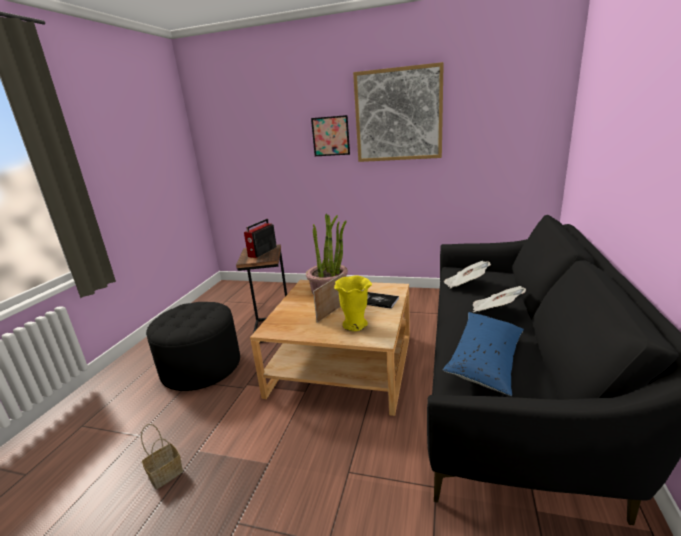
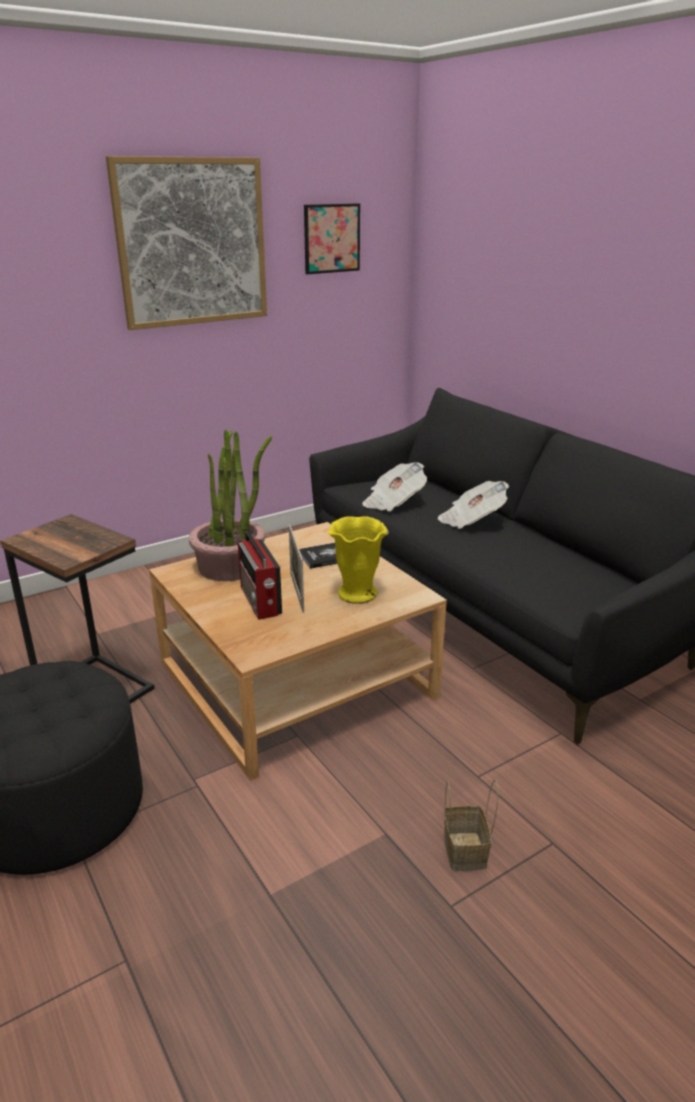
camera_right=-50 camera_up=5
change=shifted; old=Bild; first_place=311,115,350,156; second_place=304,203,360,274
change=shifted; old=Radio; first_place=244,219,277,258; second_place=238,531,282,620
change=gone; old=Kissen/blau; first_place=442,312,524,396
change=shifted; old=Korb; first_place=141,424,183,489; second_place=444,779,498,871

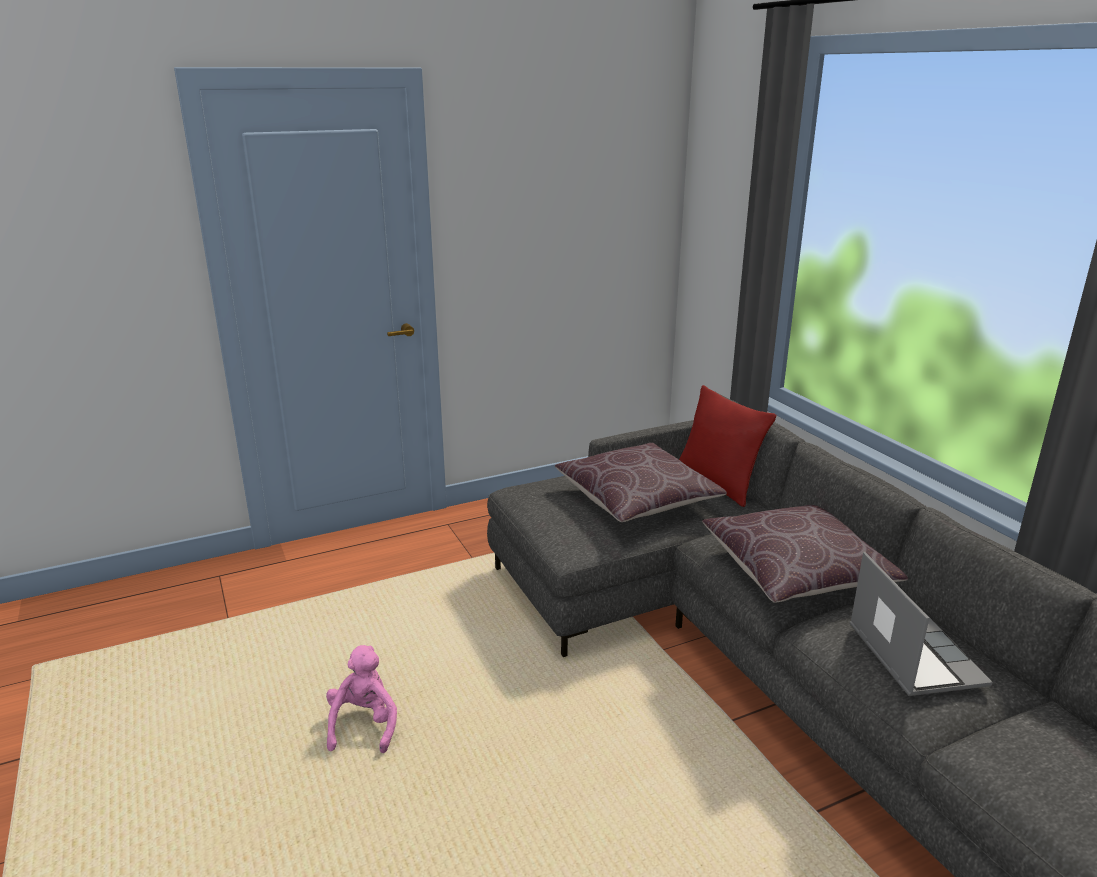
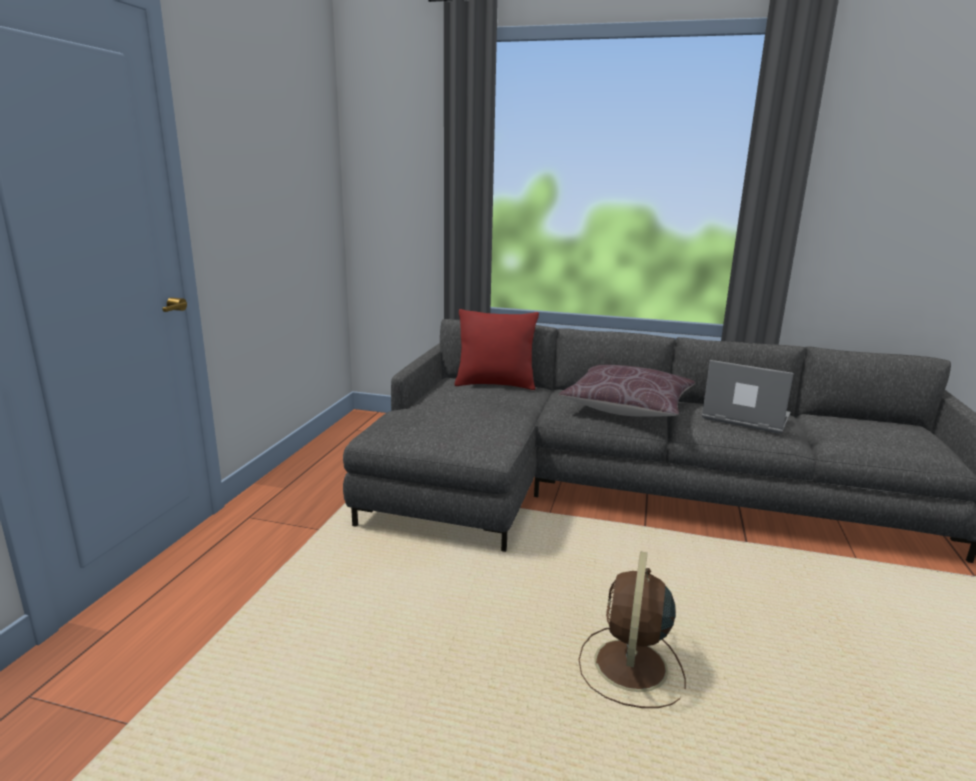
camera_right=-50 camera_up=-5
change=gone; old=Kissen/braun; first_place=555,443,727,522
change=gone; old=Plüschtier/rosa; first_place=326,645,397,753
change=new; new=Ventilator/braun; second_place=579,551,686,708

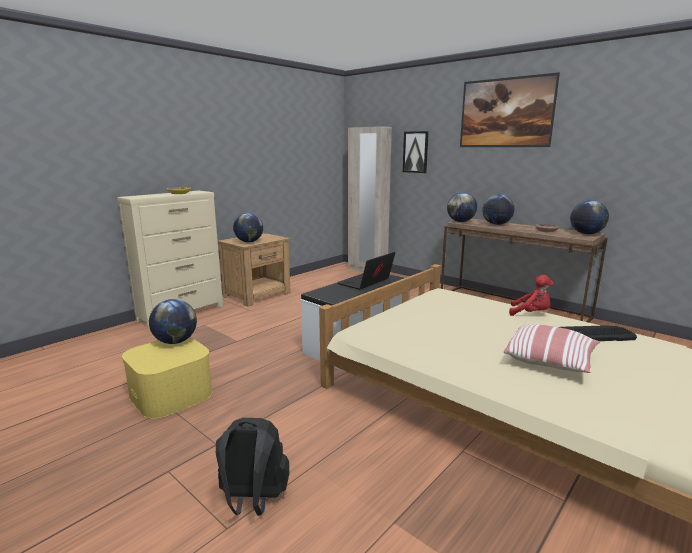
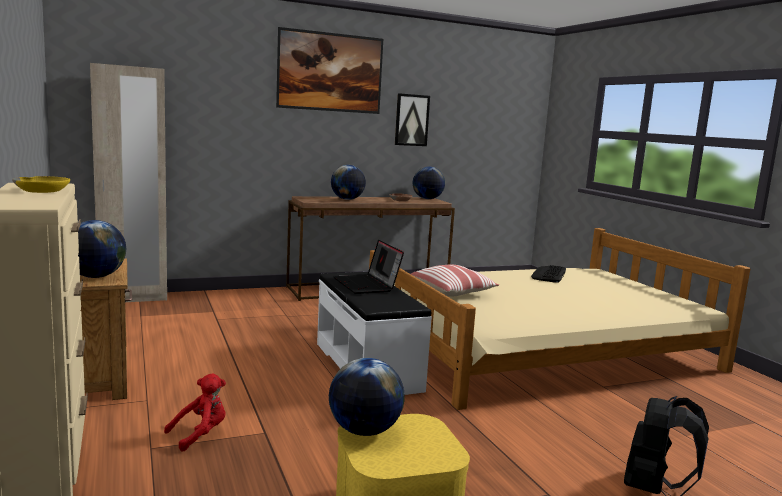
camera_right=-65 camera_up=-5
change=shifted; old=Bild; first_place=403,131,429,173; second_place=395,93,430,146
change=gone; old=Globus; first_place=447,193,477,222
change=shifted; old=Plüschtier/rot; first_place=509,275,553,316; second_place=164,373,226,452
change=shifted; old=Kissen; first_place=504,324,600,373; second_place=411,264,499,296

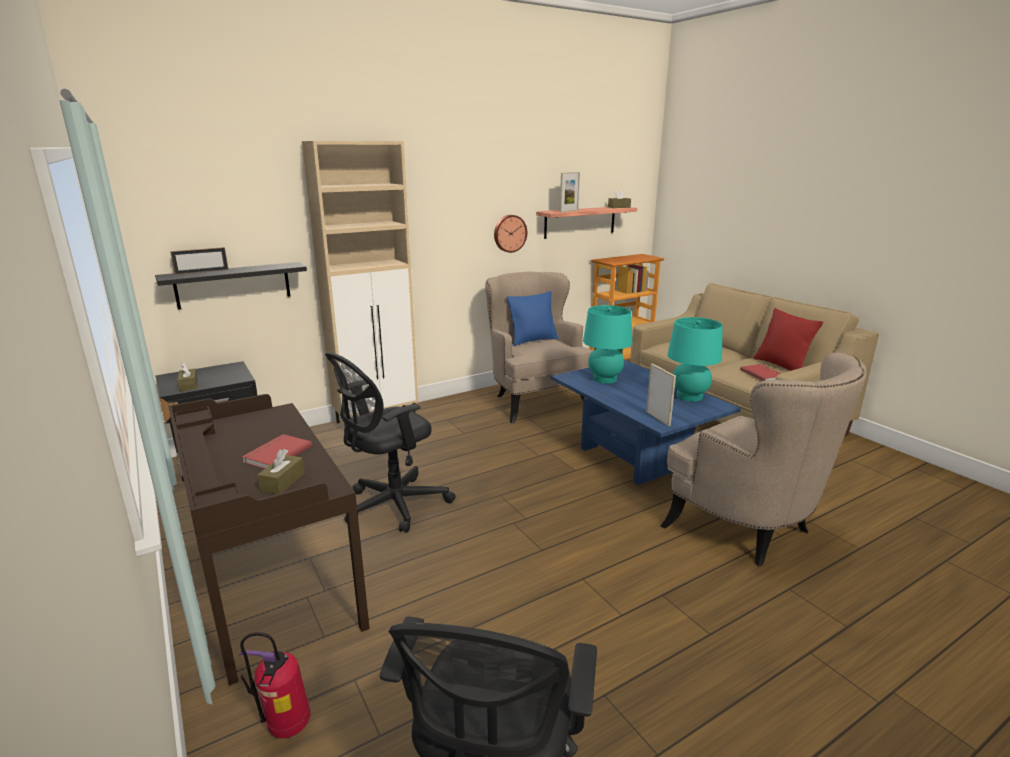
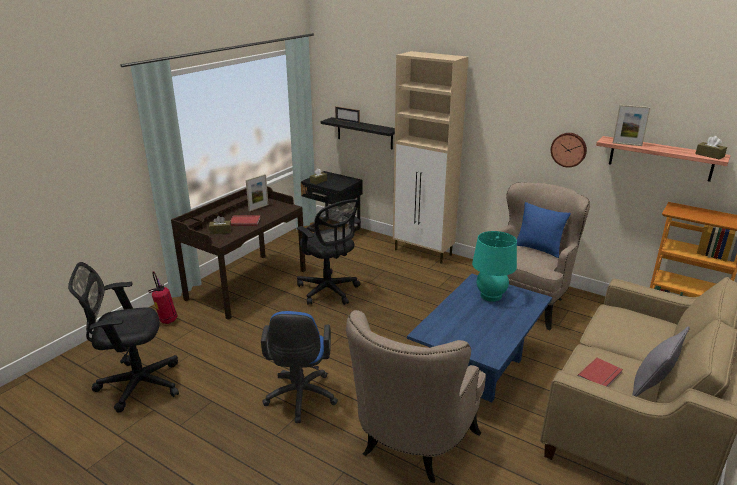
camera_right=65 camera_up=5
change=repainted; old=Kissen/rot; new=Kissen/grau; first_place=754,308,823,371; second_place=632,326,690,397
change=gone; old=Tischlampe/türkis; first_place=667,317,723,402
change=rotated; old=Bürostuhl/schwarz; first_place=325,352,456,533; second_place=297,199,361,305; degrees=-150
change=shifted; old=Bilderrahmen; first_place=646,364,676,427; second_place=246,174,268,212
change=new; new=Bürostuhl/blau; second_place=261,311,338,423

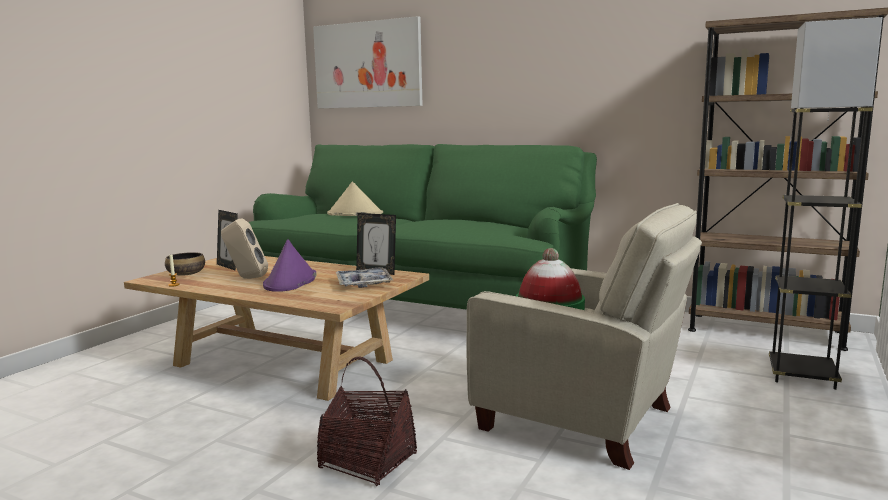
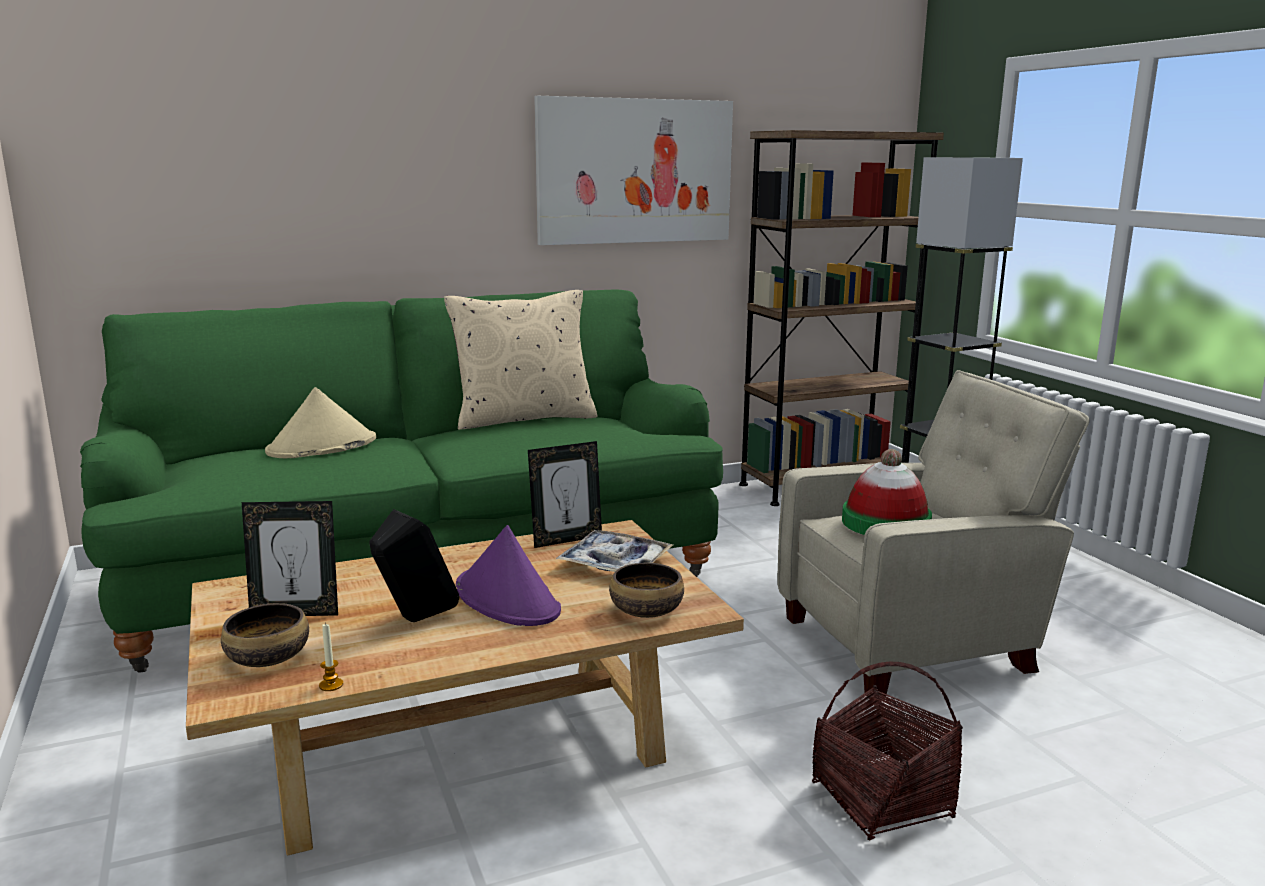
camera_right=-50 camera_up=5
change=shifted; old=Bild; first_place=313,16,423,108; second_place=534,96,733,245
change=repainted; old=Lautsprecher/beige; new=Lautsprecher/schwarz; first_place=221,218,268,279; second_place=369,509,459,622
change=new; new=Kissen/beige; second_place=444,290,597,430
change=new; new=Schüssel; second_place=609,563,684,618

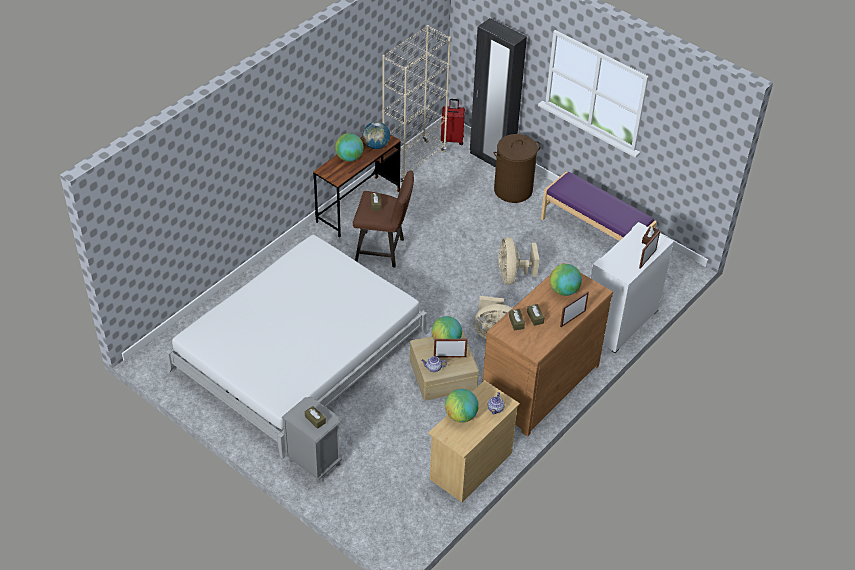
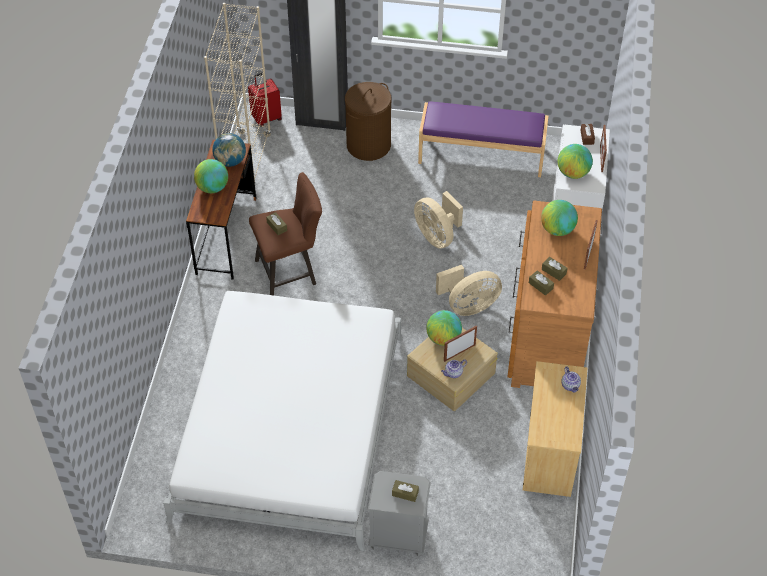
camera_right=-30 camera_up=5
change=shifted; old=Globus; first_place=445,389,479,423; second_place=557,144,593,179

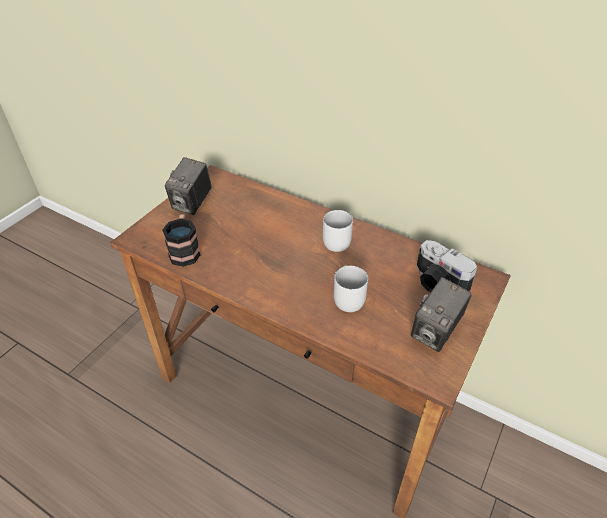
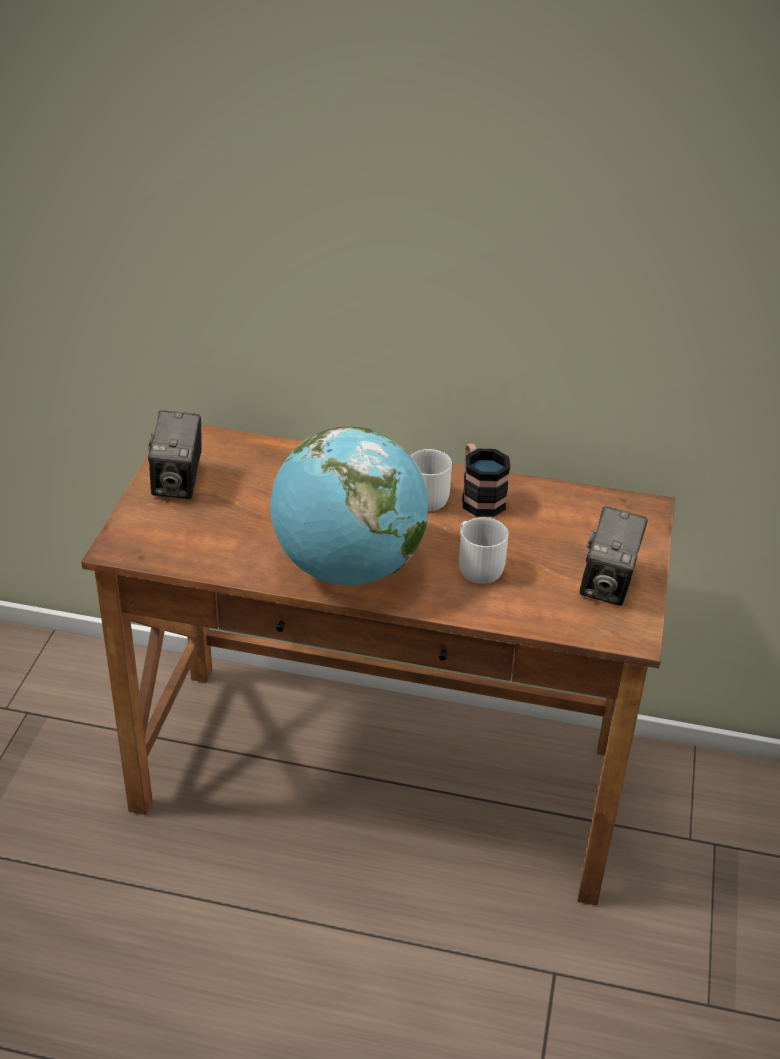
camera_right=-20 camera_up=-5
change=shifted; old=Henkelbecher; first_place=162,214,200,267; second_place=462,443,510,517
change=gone; old=Kamera; first_place=417,240,477,292
change=new; new=Globus; second_place=270,426,428,586

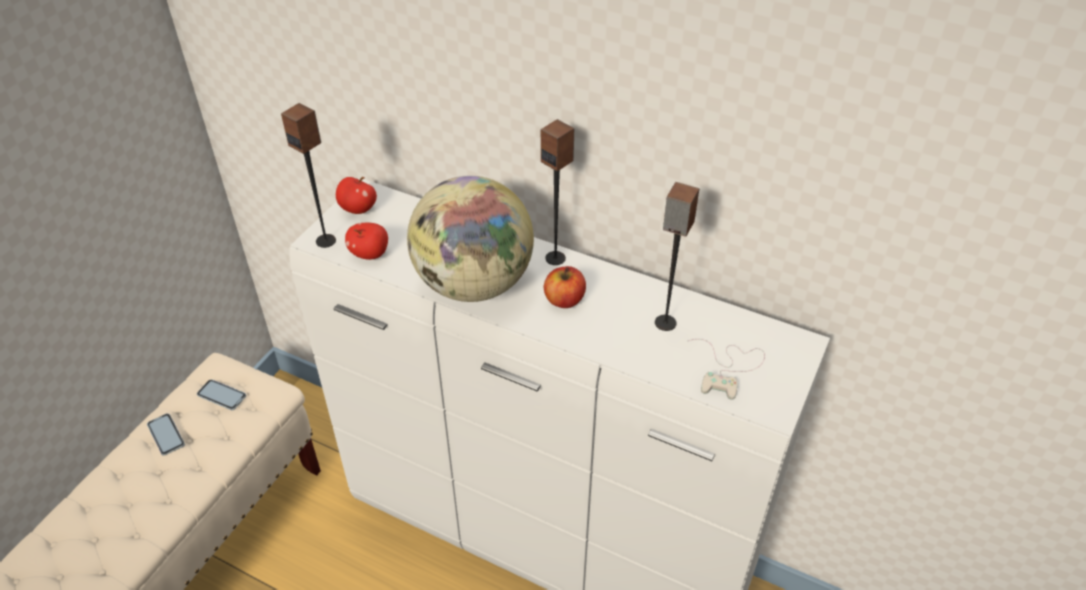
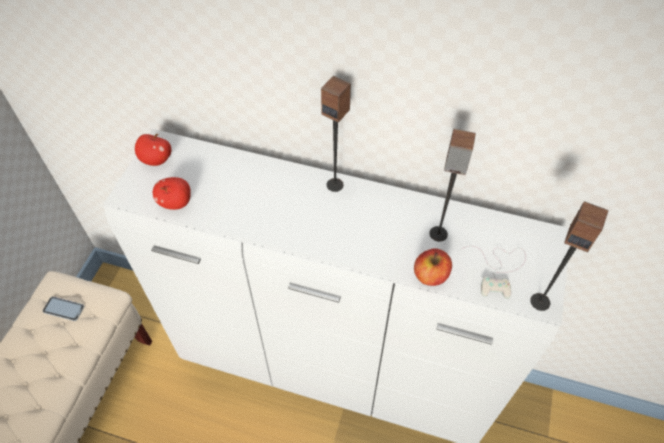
camera_right=-10 camera_up=10
change=shifted; old=Lautsprecher; first_place=281,103,336,248; second_place=530,201,608,311
change=gone; old=Globus; first_place=407,176,534,302
change=shifted; old=Apfel; first_place=544,266,586,308; second_place=414,248,452,286
change=gone; old=Handy; first_place=147,413,185,456

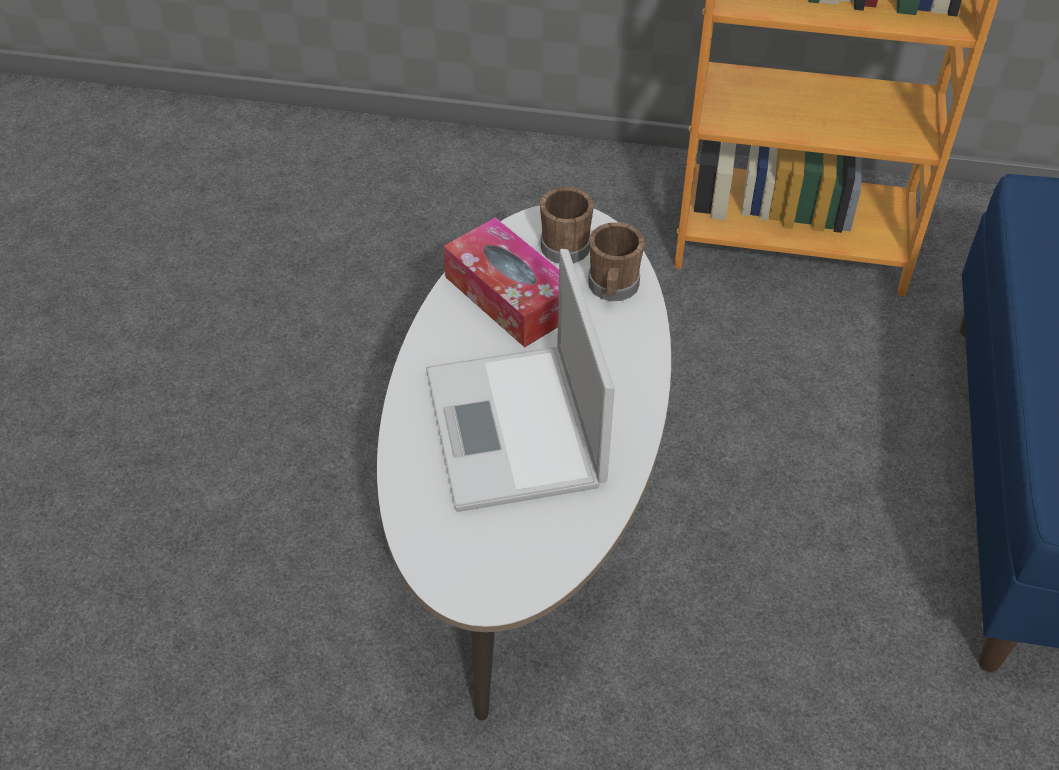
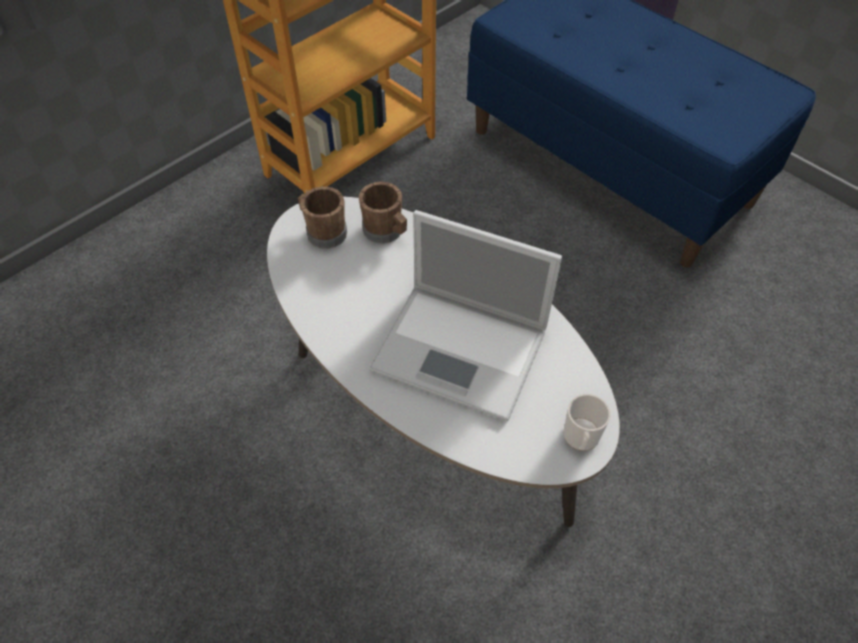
camera_right=-55 camera_up=5
change=gone; old=Taschentuchbox; first_place=443,217,559,347
change=new; new=Henkelbecher; second_place=563,394,611,451

